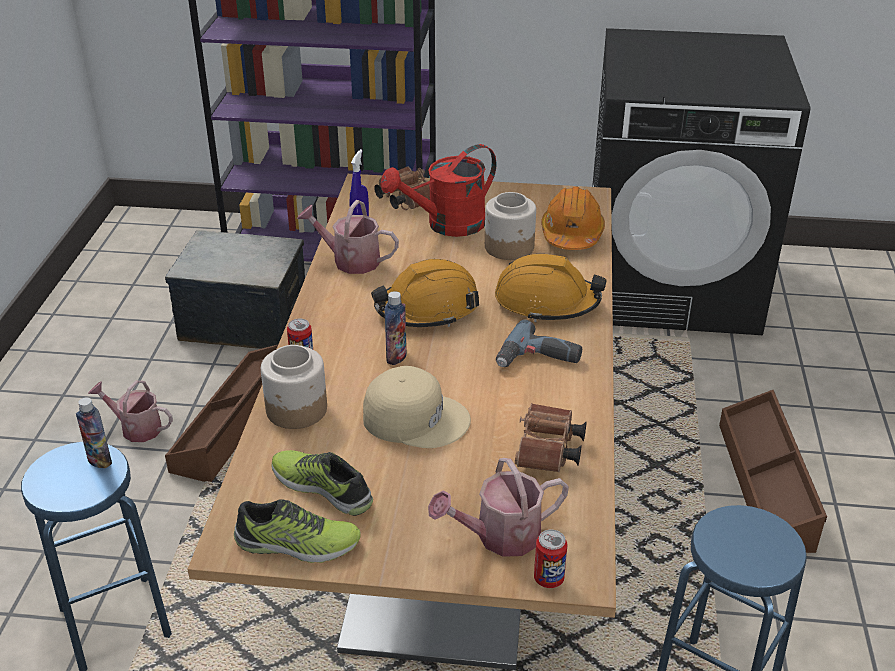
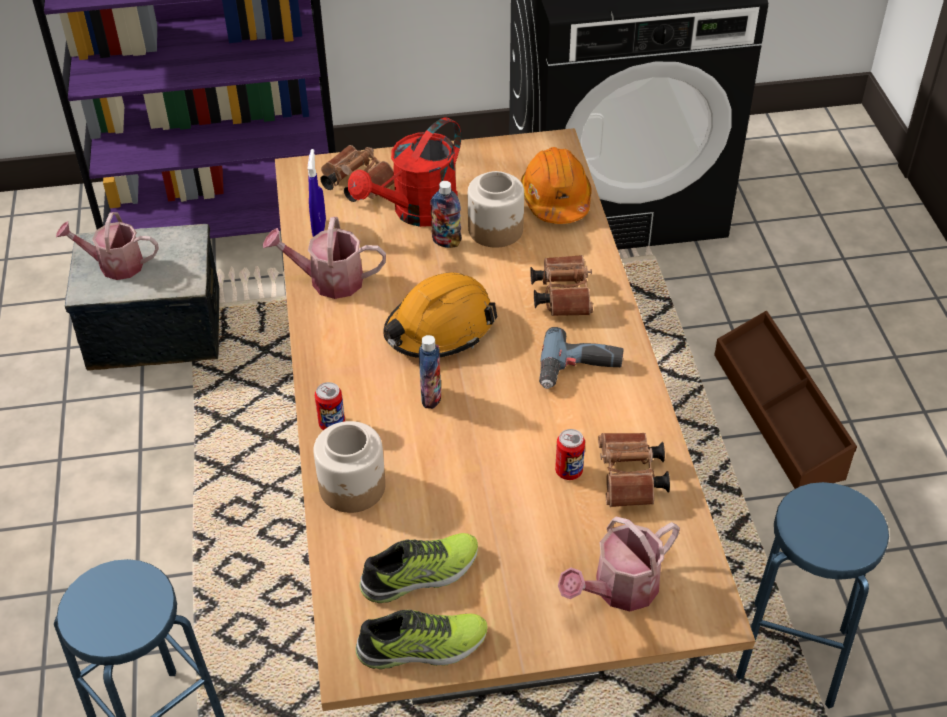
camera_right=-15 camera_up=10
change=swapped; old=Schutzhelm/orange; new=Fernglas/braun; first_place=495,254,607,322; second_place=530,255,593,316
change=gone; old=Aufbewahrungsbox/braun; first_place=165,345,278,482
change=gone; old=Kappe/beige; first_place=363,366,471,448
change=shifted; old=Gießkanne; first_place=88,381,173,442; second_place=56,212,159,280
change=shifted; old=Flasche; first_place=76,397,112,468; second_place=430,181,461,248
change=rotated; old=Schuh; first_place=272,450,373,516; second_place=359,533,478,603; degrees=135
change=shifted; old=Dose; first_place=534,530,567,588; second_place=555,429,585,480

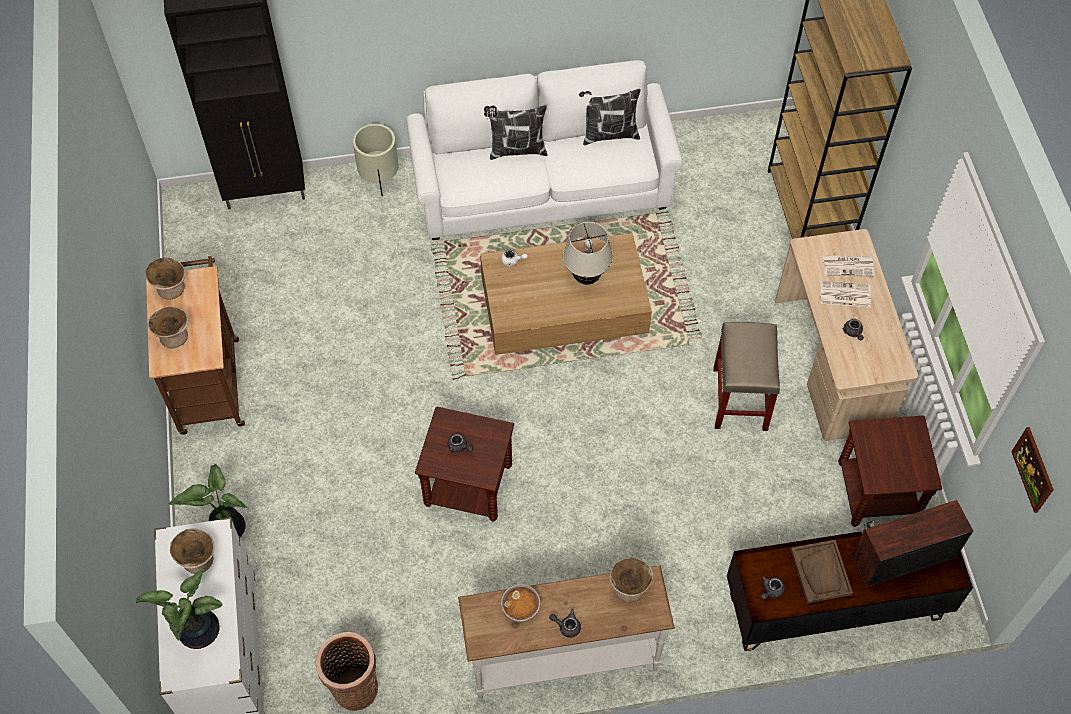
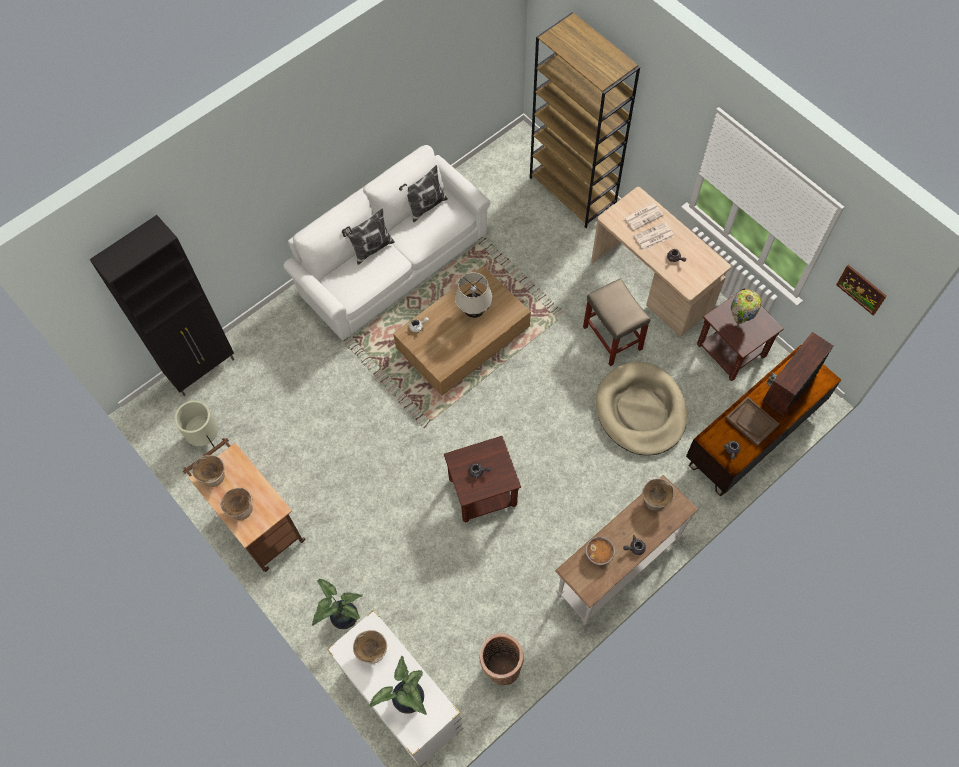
camera_right=-30 camera_up=5
change=shifted; old=Pflanzkübel/beige; first_place=353,124,399,196; second_place=174,400,218,447
change=new; new=Tischlampe; second_place=731,289,762,324
change=new; new=Hundebett/beige; second_place=596,362,687,456

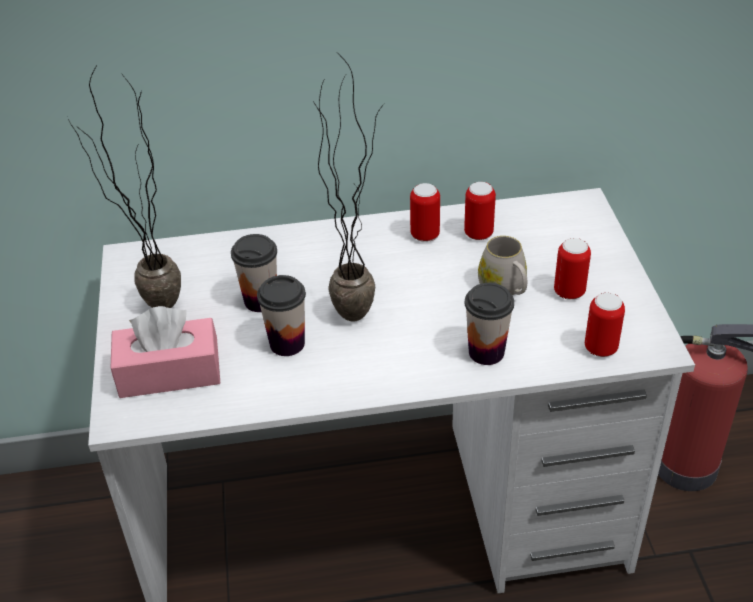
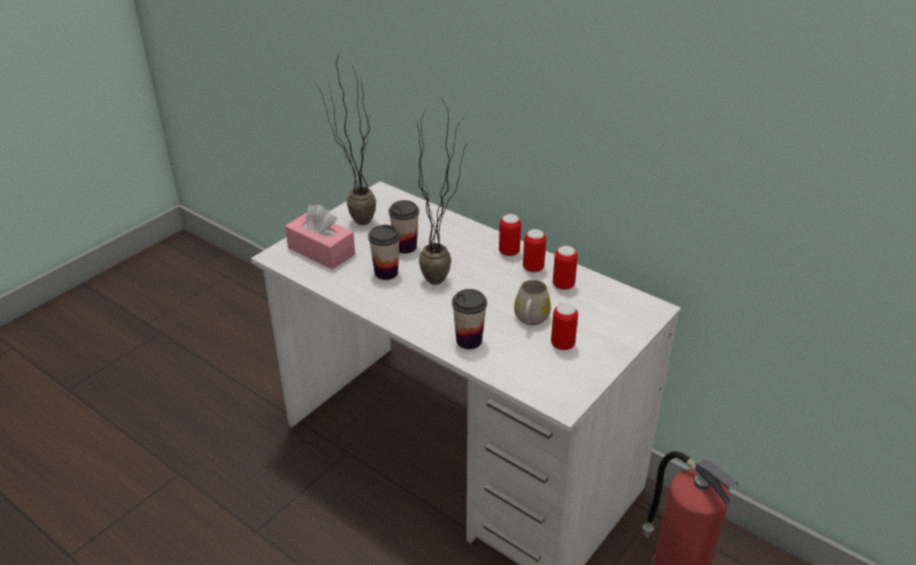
camera_right=45 camera_up=-5
change=shifted; old=Dose; first_place=585,293,625,357; second_place=499,214,521,256

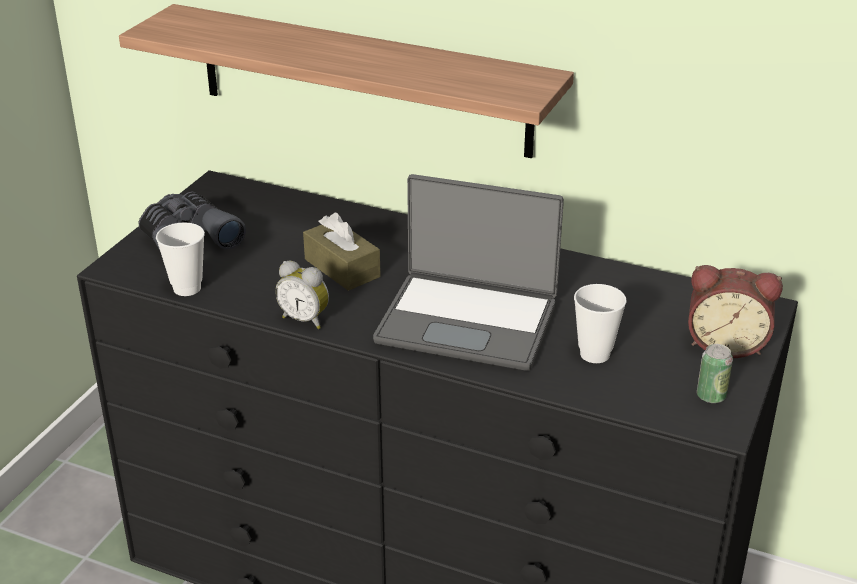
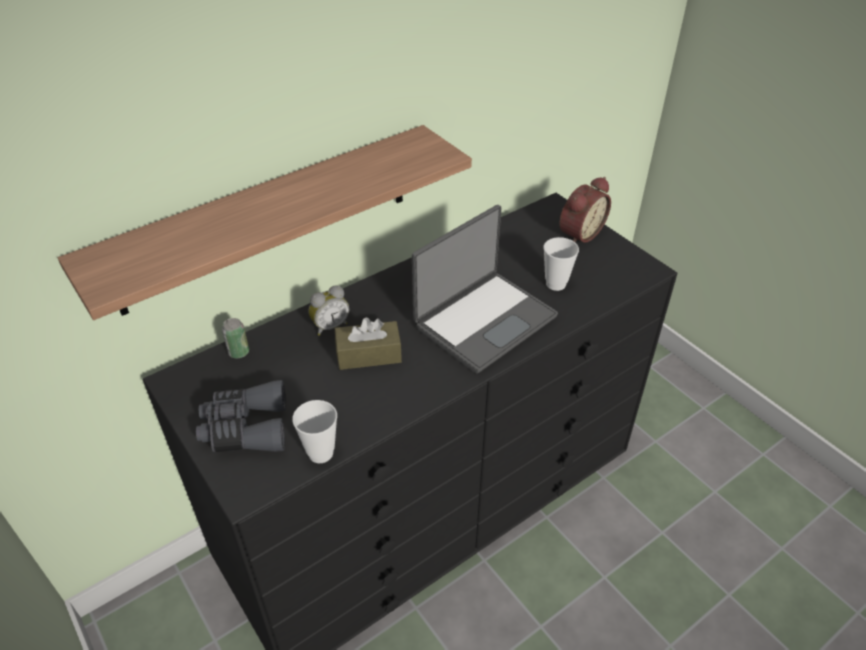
camera_right=-60 camera_up=10
change=shifted; old=Wecker; first_place=275,261,329,329; second_place=308,285,349,336
change=shifted; old=Dose; first_place=697,344,733,403; second_place=222,318,249,359

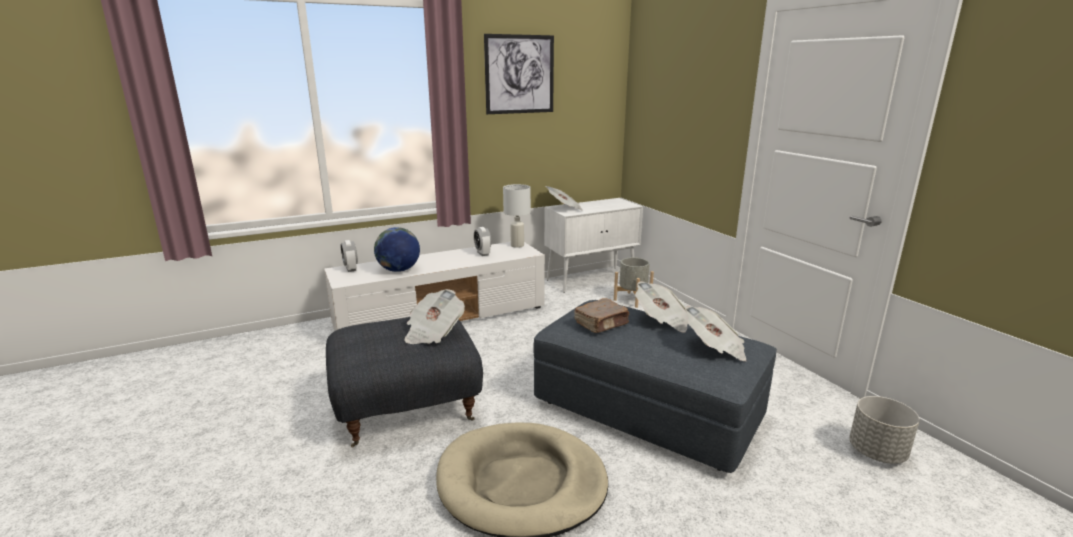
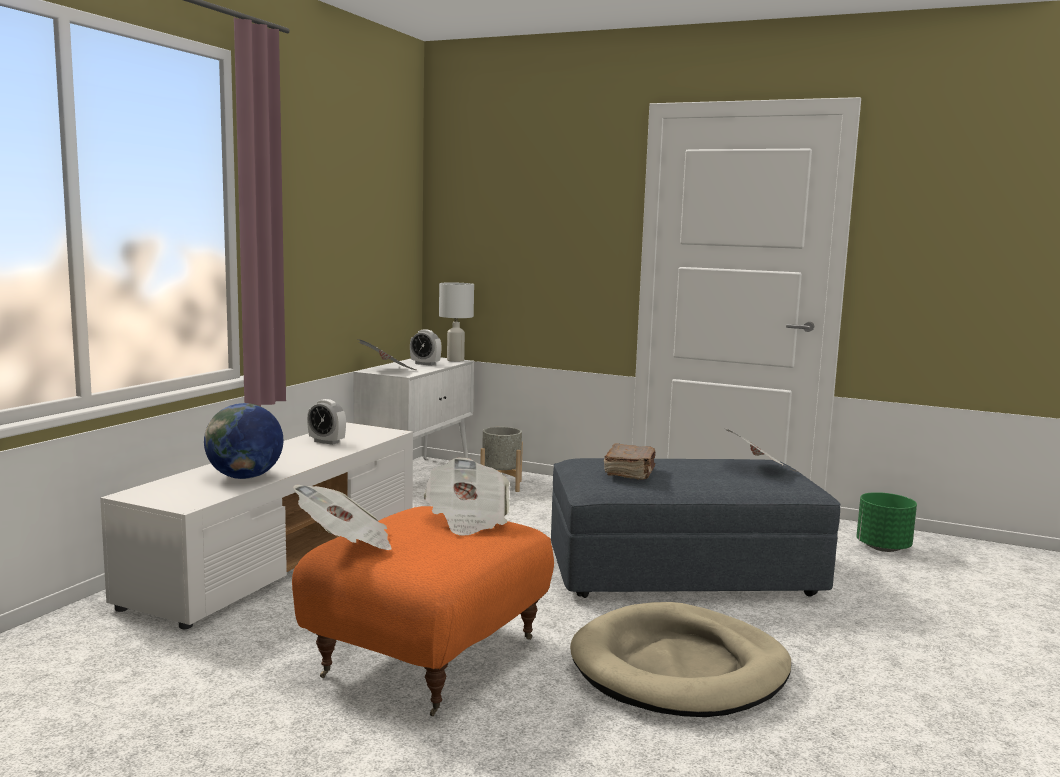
camera_right=-40 camera_up=-10
change=gone; old=Bild; first_place=484,34,554,114
change=shifted; old=Tischlampe/weiß; first_place=503,184,531,248; second_place=439,282,474,362
change=shifted; old=Wecker; first_place=341,240,358,272; second_place=410,329,442,366
change=shifted; old=Zeitung; first_place=635,281,688,333; second_place=293,485,392,550
change=repainted; old=Polsterhocker/grau; new=Polsterhocker/orange; first_place=326,317,483,447; second_place=292,506,554,716
change=repainted; old=Pflanzkübel/grau; new=Pflanzkübel/grün; first_place=849,396,920,464; second_place=857,492,917,552

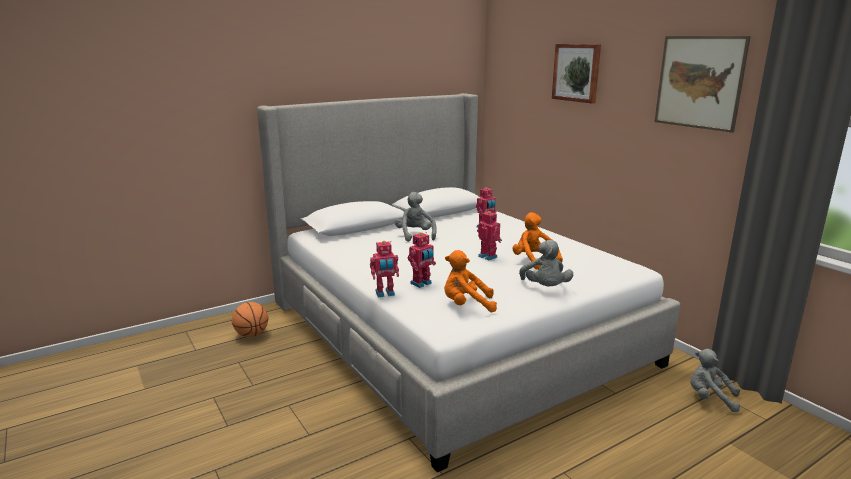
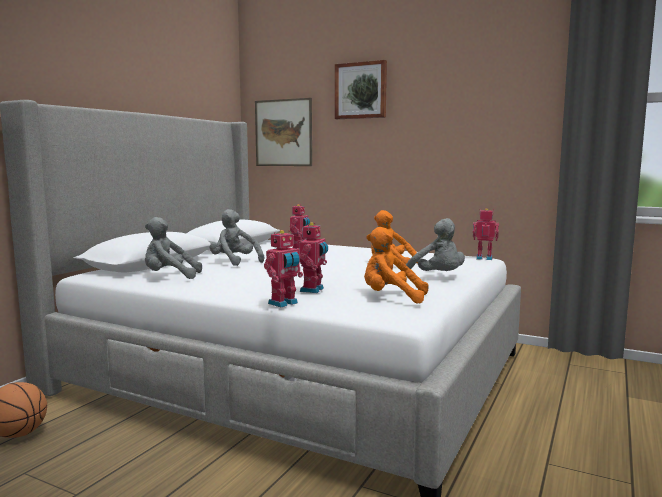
camera_right=-30 camera_up=-10
change=shifted; old=Bild; first_place=654,36,751,133; second_place=255,98,312,166
change=shifted; old=Spielzeugroboter; first_place=477,211,502,260; second_place=473,208,499,260
change=rotated; old=Plüschtier/orange; first_place=444,250,497,312; second_place=364,227,428,304; degrees=45
change=shifted; old=Plüschtier/grau; first_place=690,349,740,412; second_place=145,217,202,279

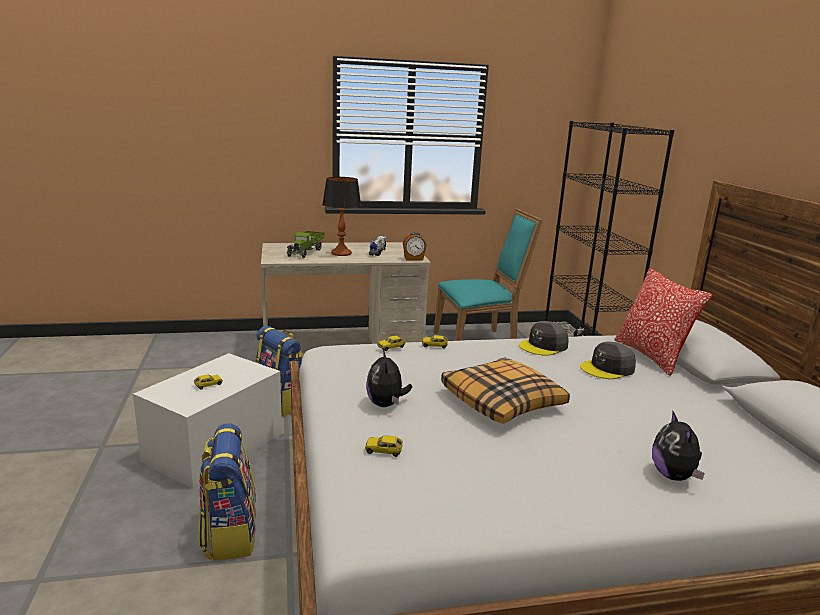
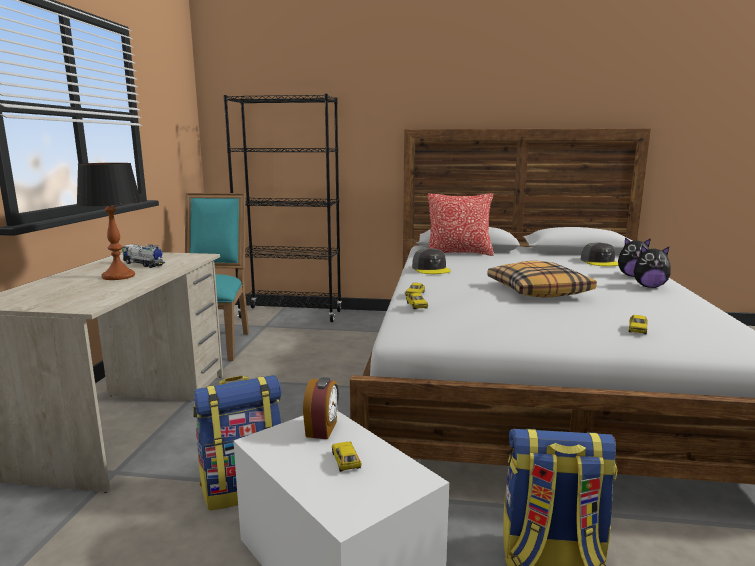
camera_right=-70 camera_up=-5
change=gone; old=Spielzeuglaster; first_place=286,231,325,258
change=shifted; old=Wecker; first_place=403,232,427,261; second_place=303,377,339,439
change=shifted; old=Kappe/grau; first_place=580,341,636,379; second_place=581,242,618,266
change=shifted; old=Plüschtier; first_place=366,349,412,407; second_place=634,246,671,288

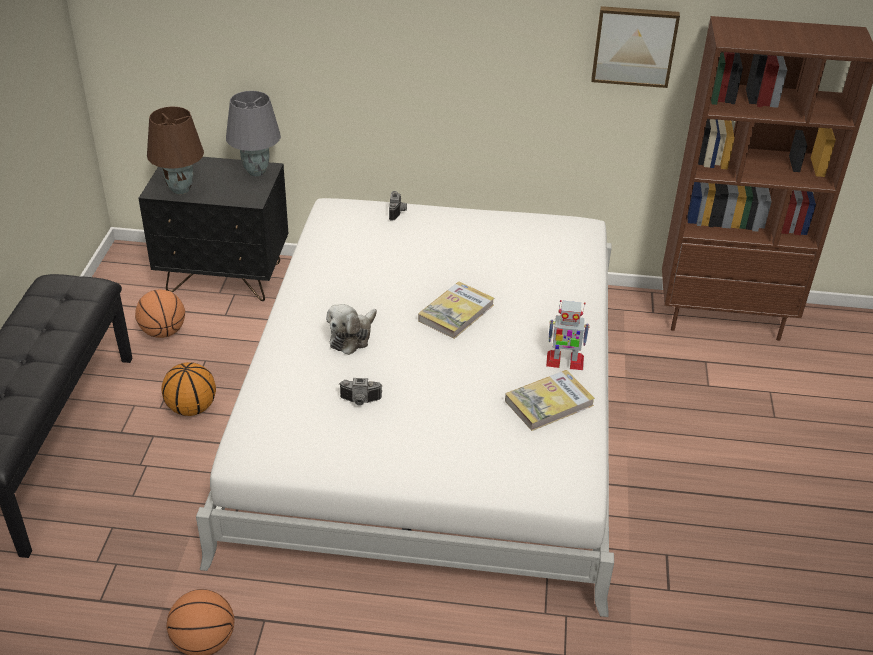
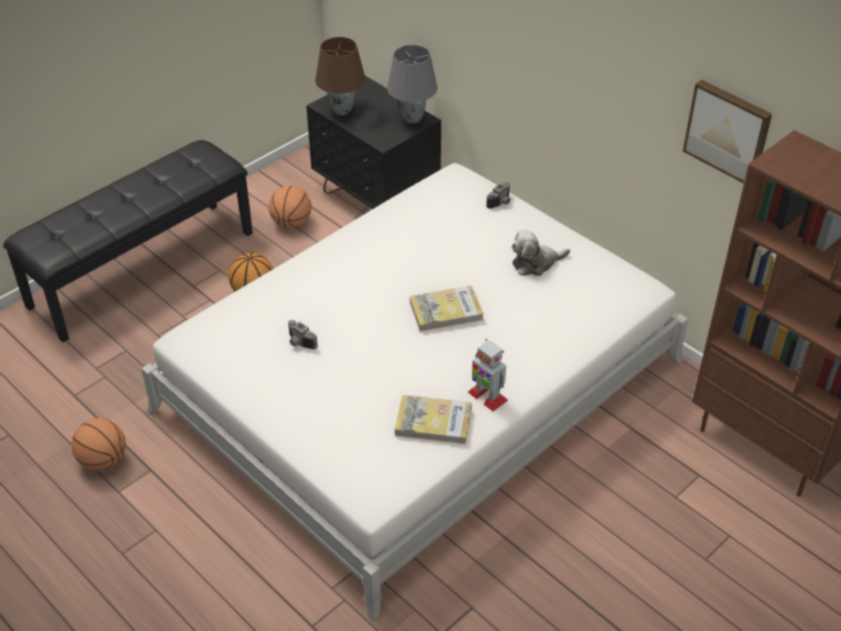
camera_right=40 camera_up=5
change=shifted; old=Plüschtier; first_place=326,304,377,355; second_place=511,230,570,276

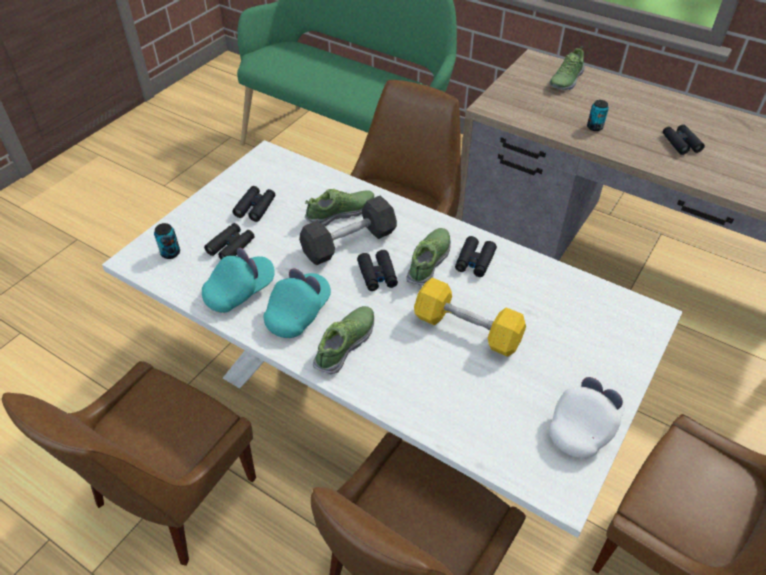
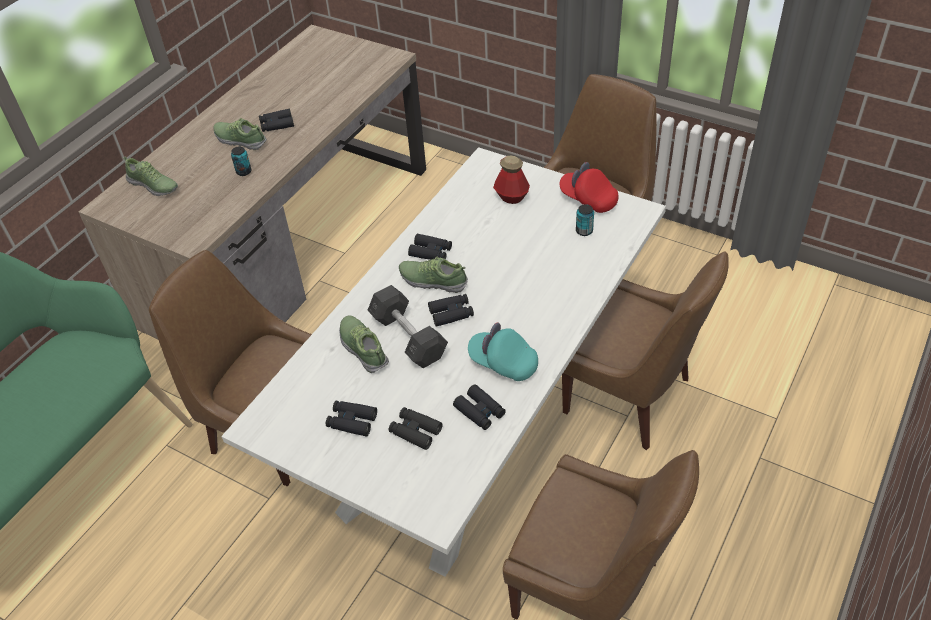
camera_right=-90 camera_up=0
change=shifted; old=Dose; first_place=154,223,180,259; second_place=576,204,594,236
change=swapped; old=Kappe/türkis; new=Fernglas/schwarz; first_place=202,248,275,312; second_place=453,384,506,430
change=gone; old=Hantel/gelb; first_place=414,278,526,357
change=shifted; old=Schuh; first_place=313,306,374,374; second_place=213,118,267,150
change=repainted; old=Kappe/weiß; new=Kappe/rot; first_place=549,377,625,458; second_place=560,162,618,213
change=new; new=Flasche; second_place=493,156,530,204

